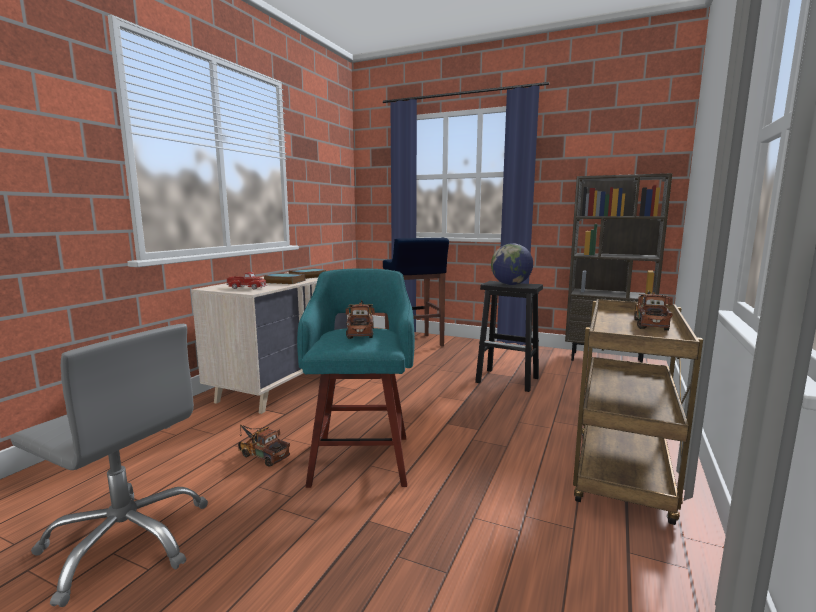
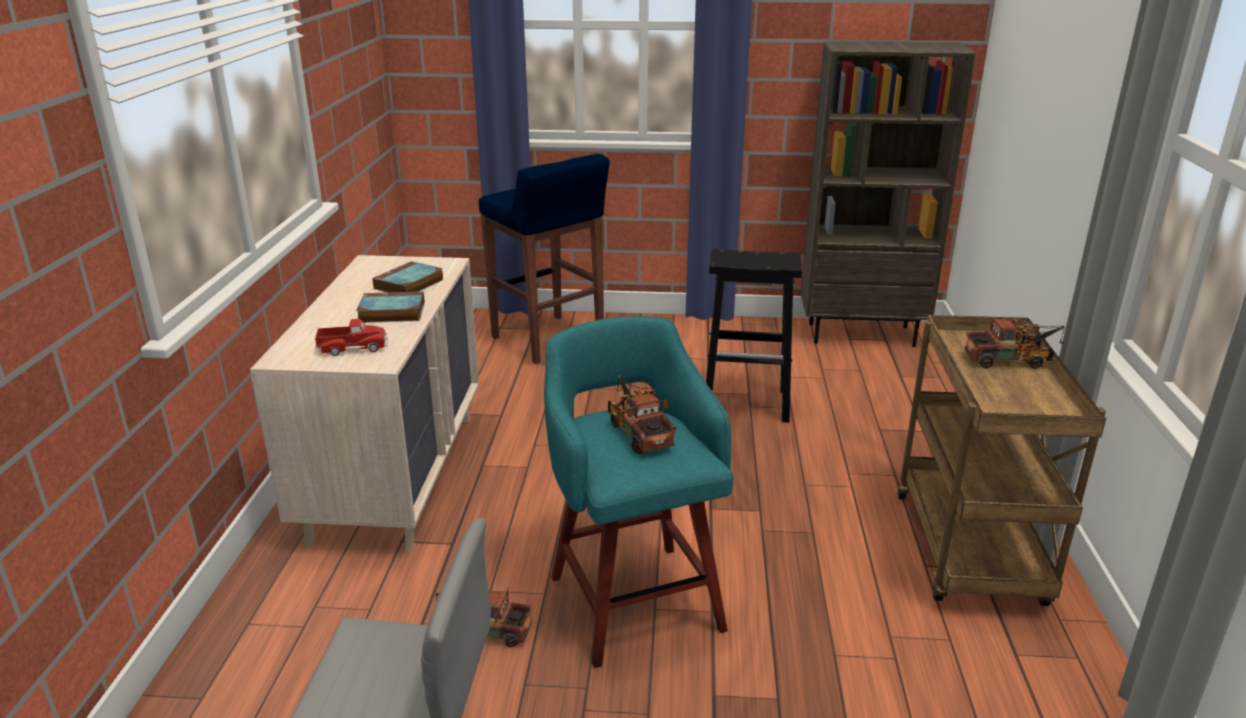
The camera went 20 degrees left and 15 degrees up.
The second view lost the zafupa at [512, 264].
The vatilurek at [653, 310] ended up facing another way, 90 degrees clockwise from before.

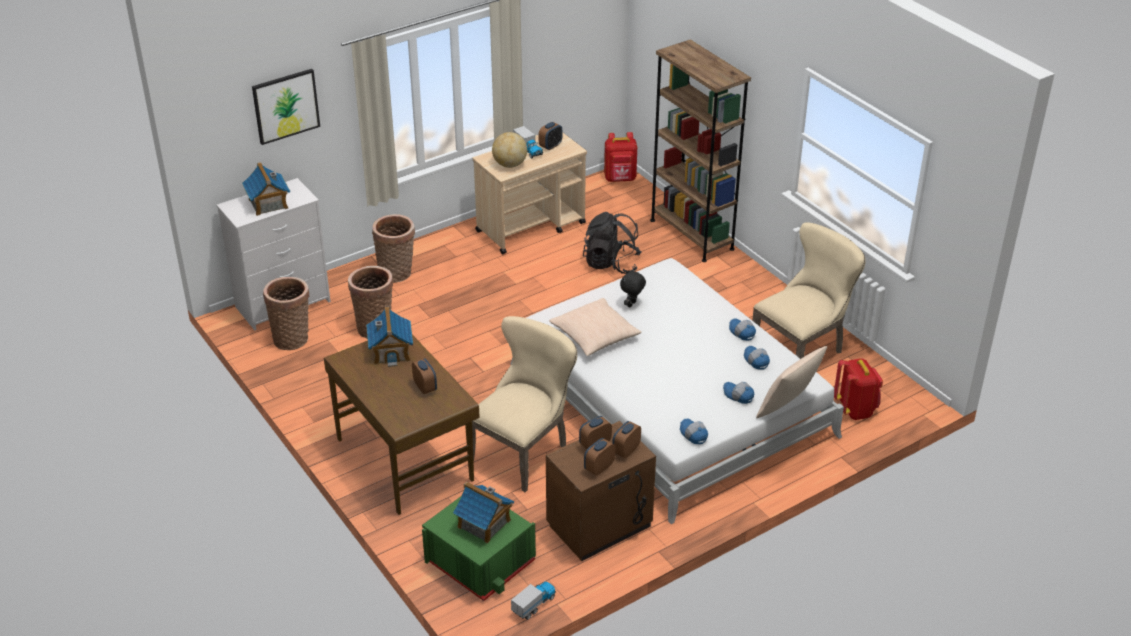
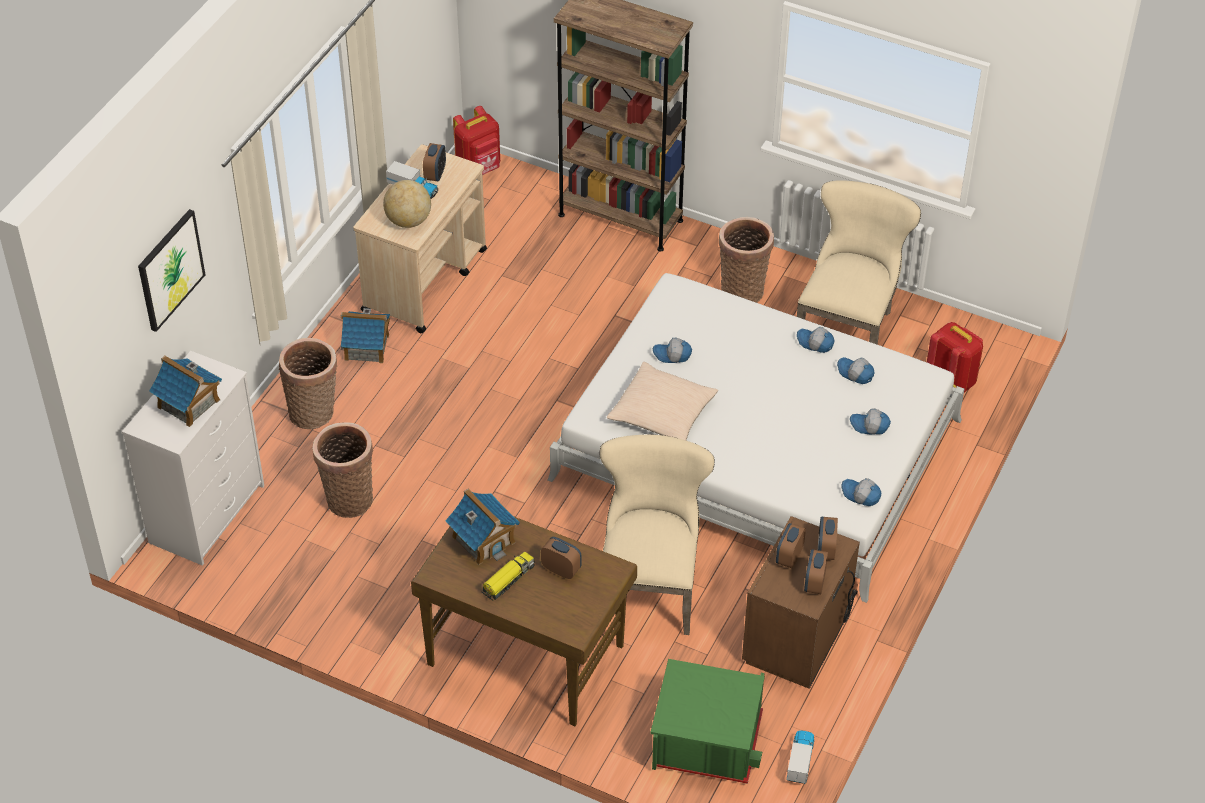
The camera went 30 degrees left and 10 degrees up.
The second view lost the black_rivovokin at [612, 243].
Where the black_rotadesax stood at [633, 288], the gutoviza came to stand at [672, 350].
The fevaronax ended up elsewhere, having gone from [286, 313] to [746, 260].
The second view lost the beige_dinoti at [791, 382].
The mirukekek ended up elsewhere, having gone from [483, 512] to [365, 335].
The second view gained the vatilurek at [508, 576].

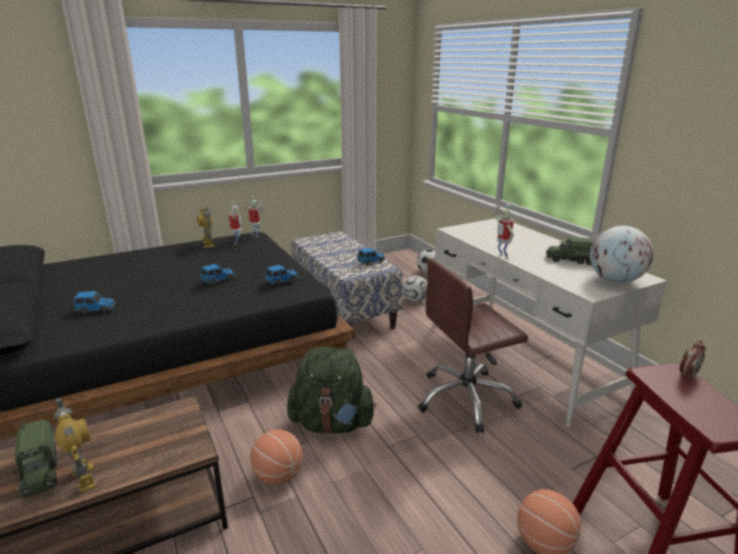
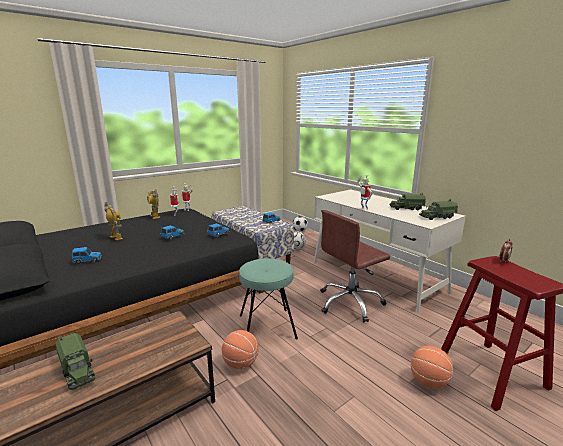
The camera went 10 degrees left and 5 degrees down.
Where the zafupa stood at [621, 254], the vatilurek came to stand at [438, 209].
Where the green_rivovokin stood at [331, 390], the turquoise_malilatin came to stand at [268, 298].
The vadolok ended up elsewhere, having gone from [75, 445] to [114, 221].

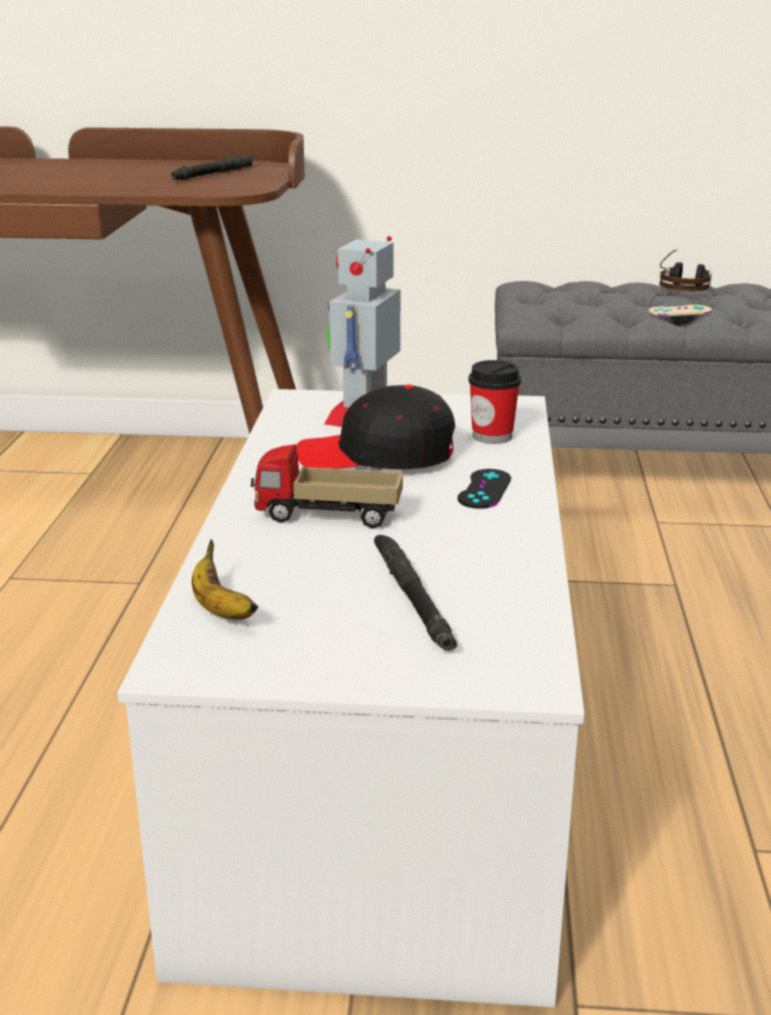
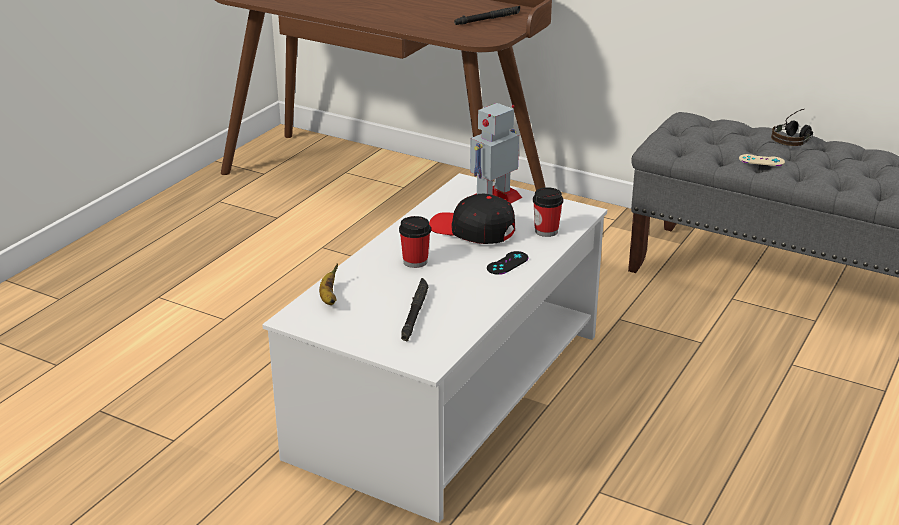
The camera went 25 degrees right and 5 degrees up.
Where the vatilurek stood at [327, 486], the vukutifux came to stand at [415, 242].

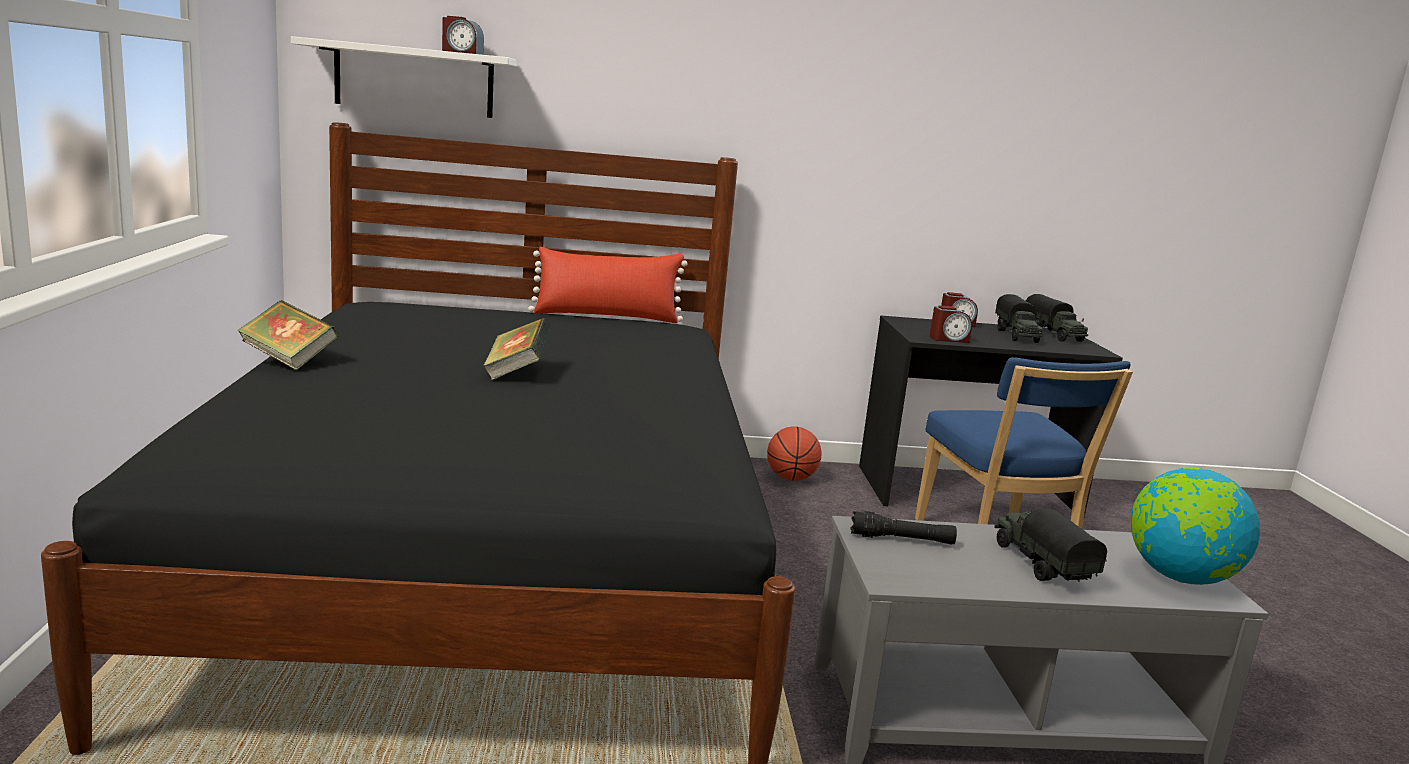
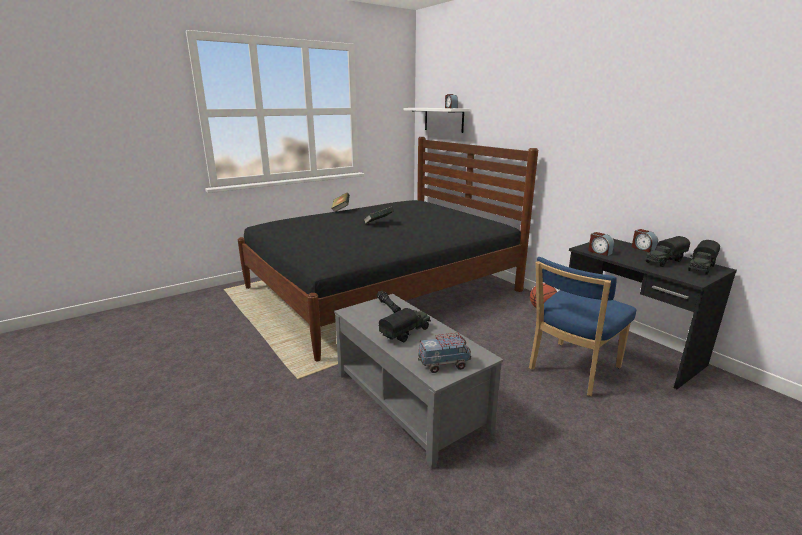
The camera went 60 degrees right and 5 degrees up.
The second view lost the red_dinoti at [608, 285].
Where the zafupa stood at [1195, 526], the vatilurek came to stand at [444, 353].

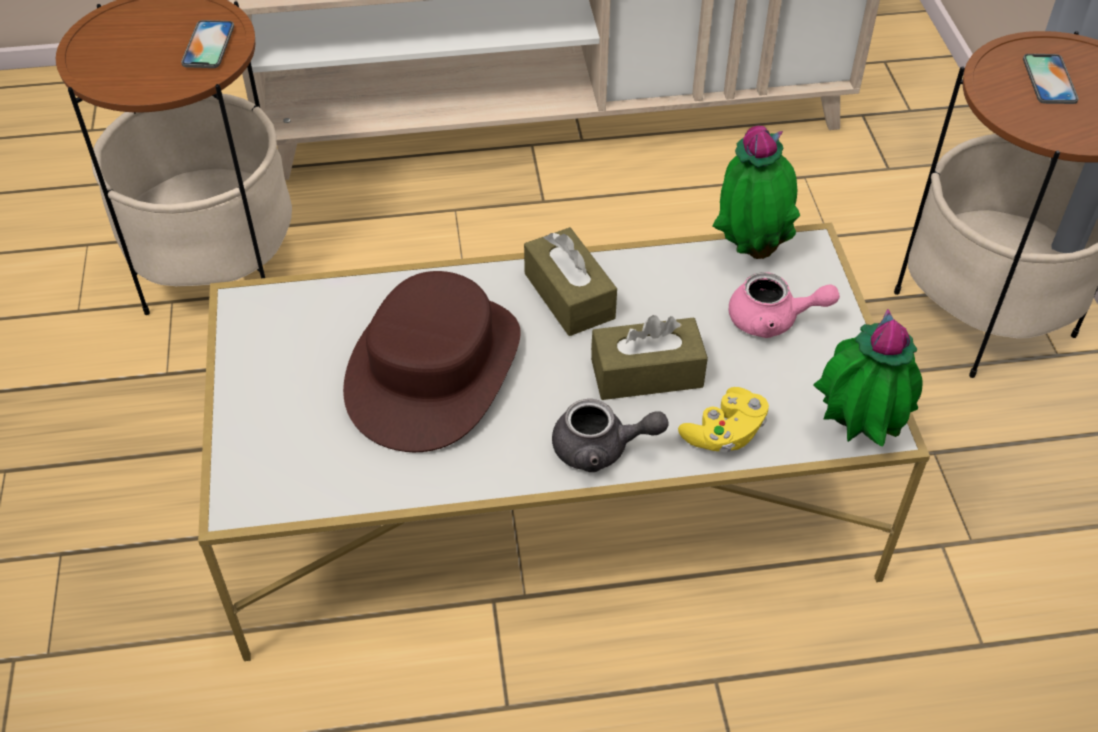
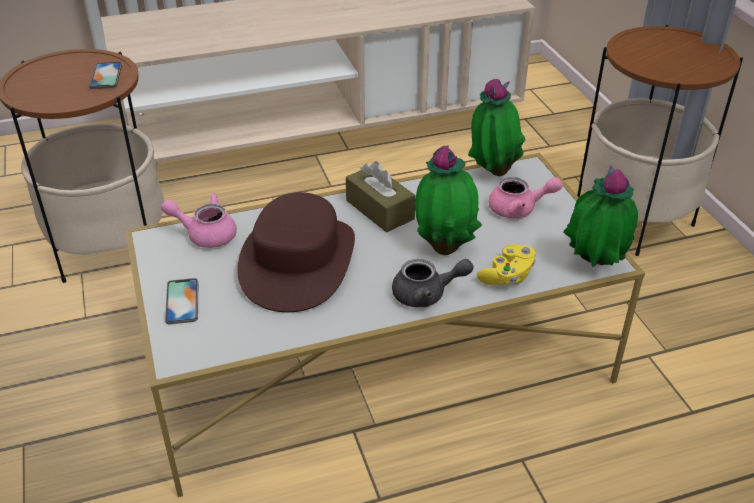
The camera went 10 degrees left and 10 degrees down.
The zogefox ended up elsewhere, having gone from [1051, 79] to [181, 301].
Where the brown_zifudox stood at [649, 357], the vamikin came to stand at [448, 200].
The second view gained the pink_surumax at [199, 220].

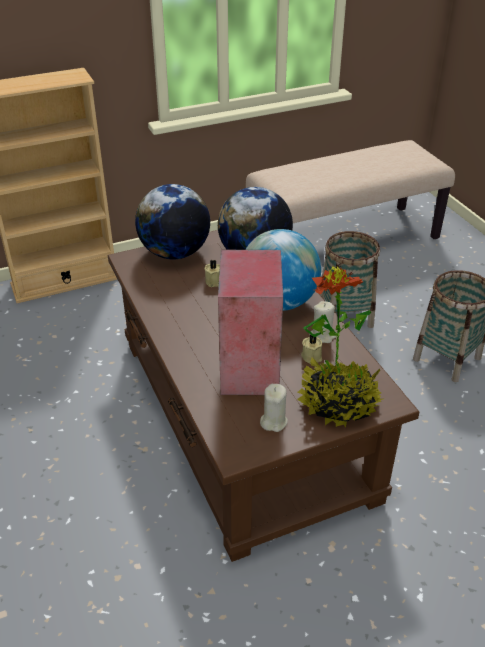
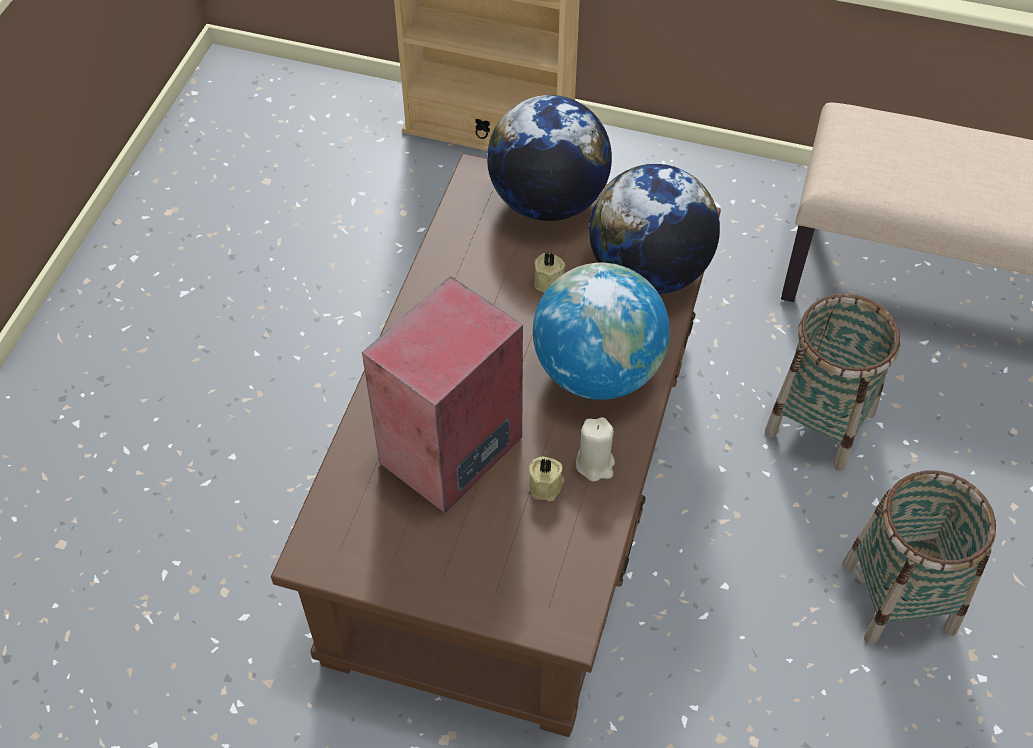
The camera went 40 degrees right and 15 degrees up.
The second view lost the vamikin at [340, 347].
The second view lost the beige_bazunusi at [274, 408].

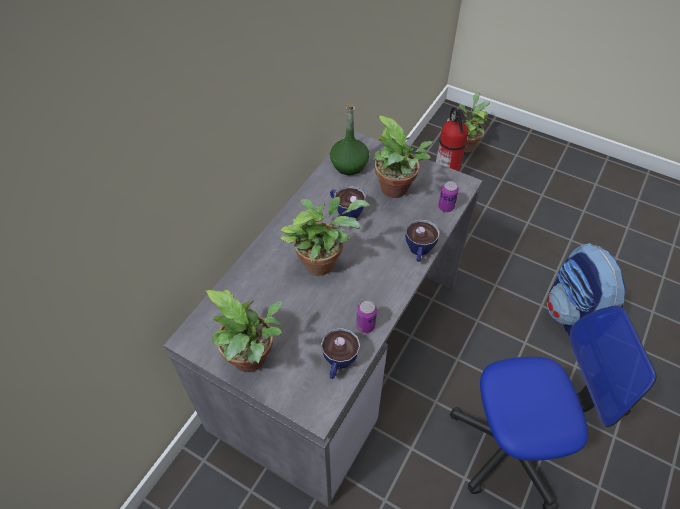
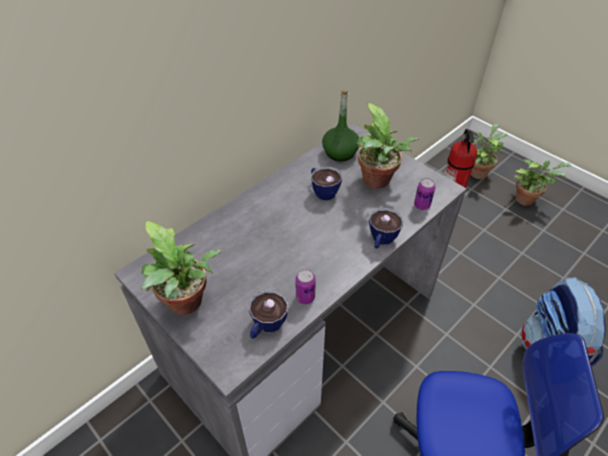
The camera went 15 degrees right and 5 degrees down.
The vamikin ended up elsewhere, having gone from [325, 236] to [542, 182].

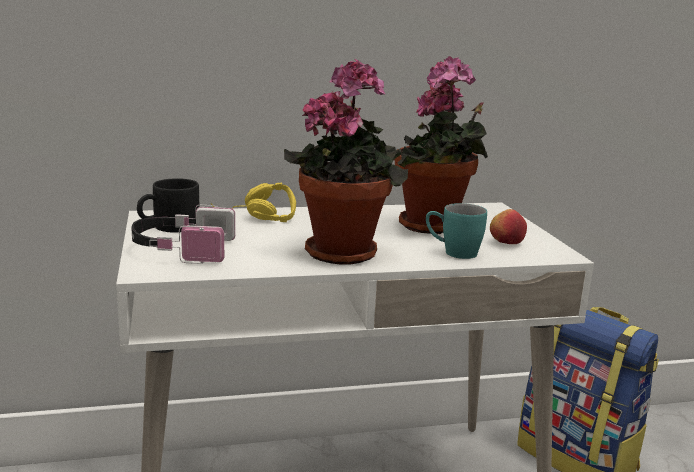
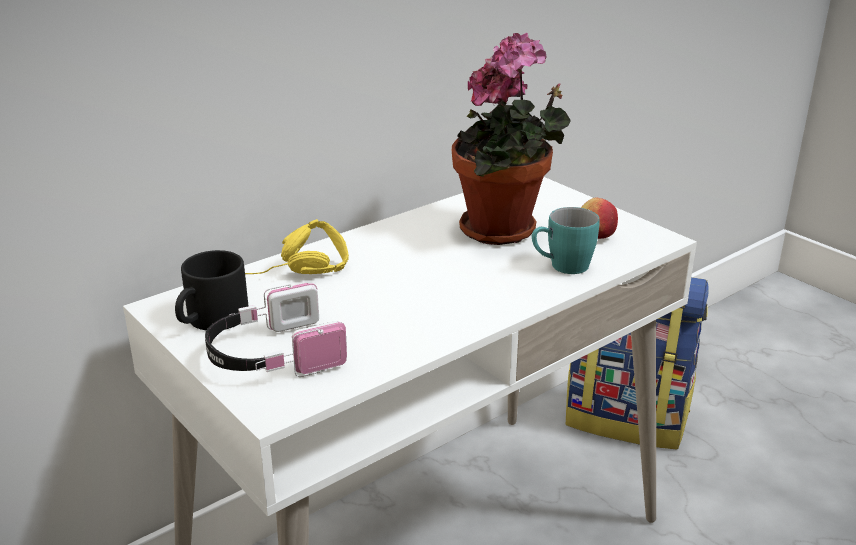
The camera went 25 degrees left and 10 degrees up.
The second view lost the vamikin at [346, 162].

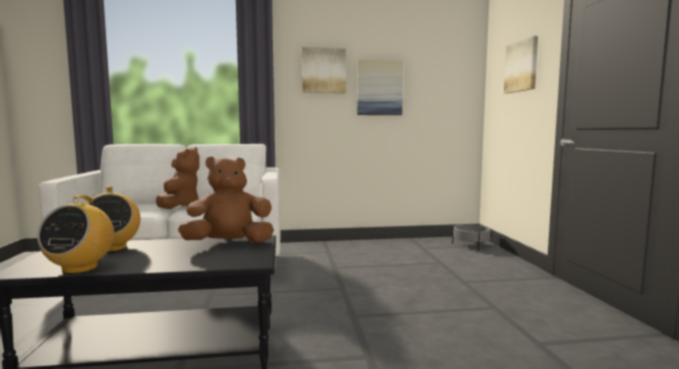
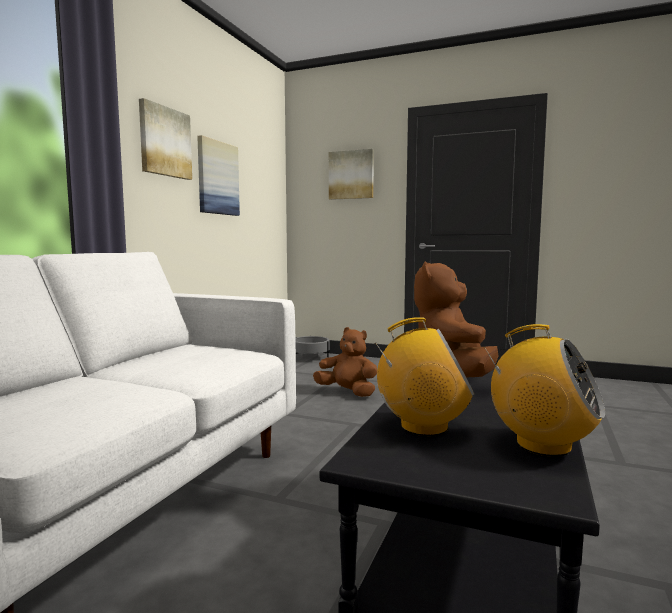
The camera went 60 degrees left and 0 degrees up.
The brown_rotadesax ended up elsewhere, having gone from [177, 178] to [345, 362].

